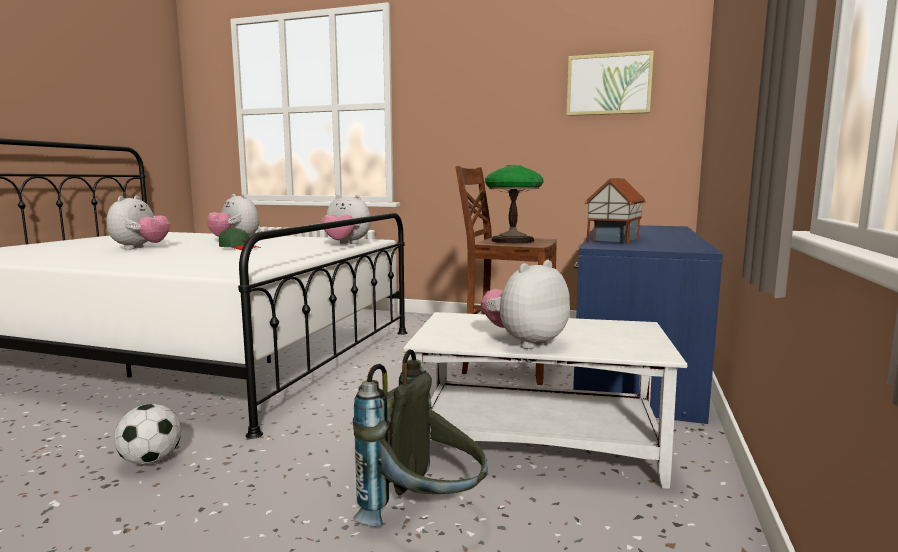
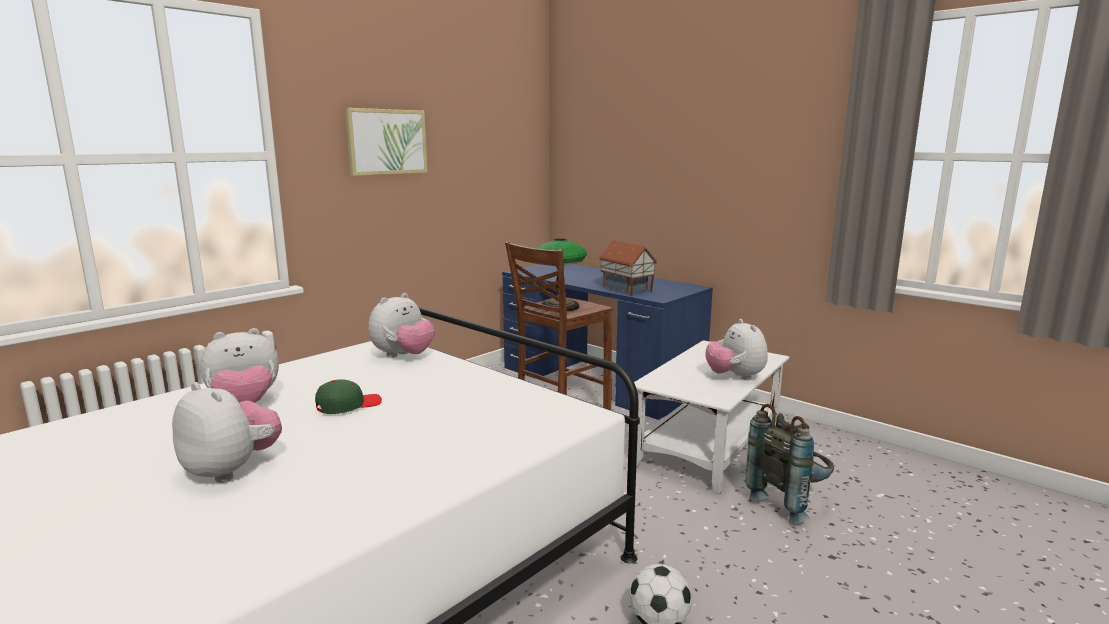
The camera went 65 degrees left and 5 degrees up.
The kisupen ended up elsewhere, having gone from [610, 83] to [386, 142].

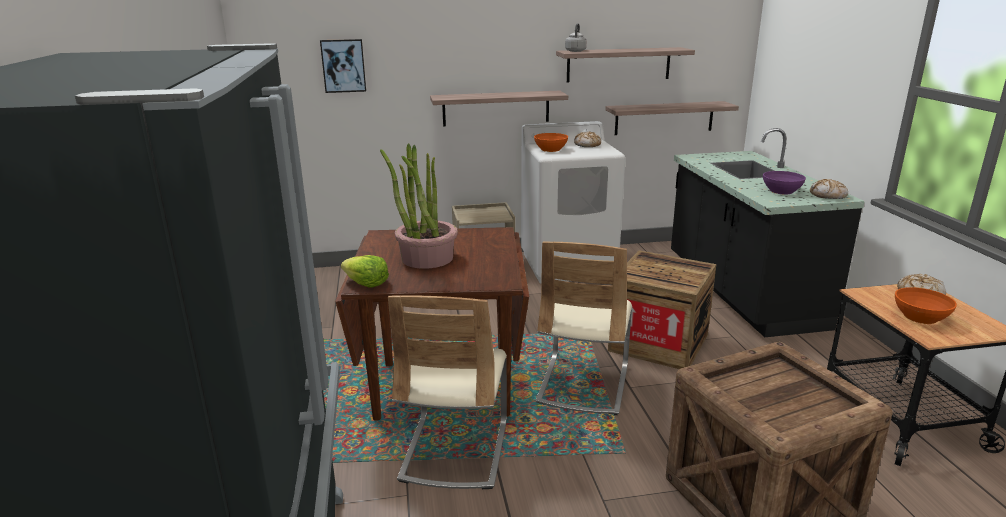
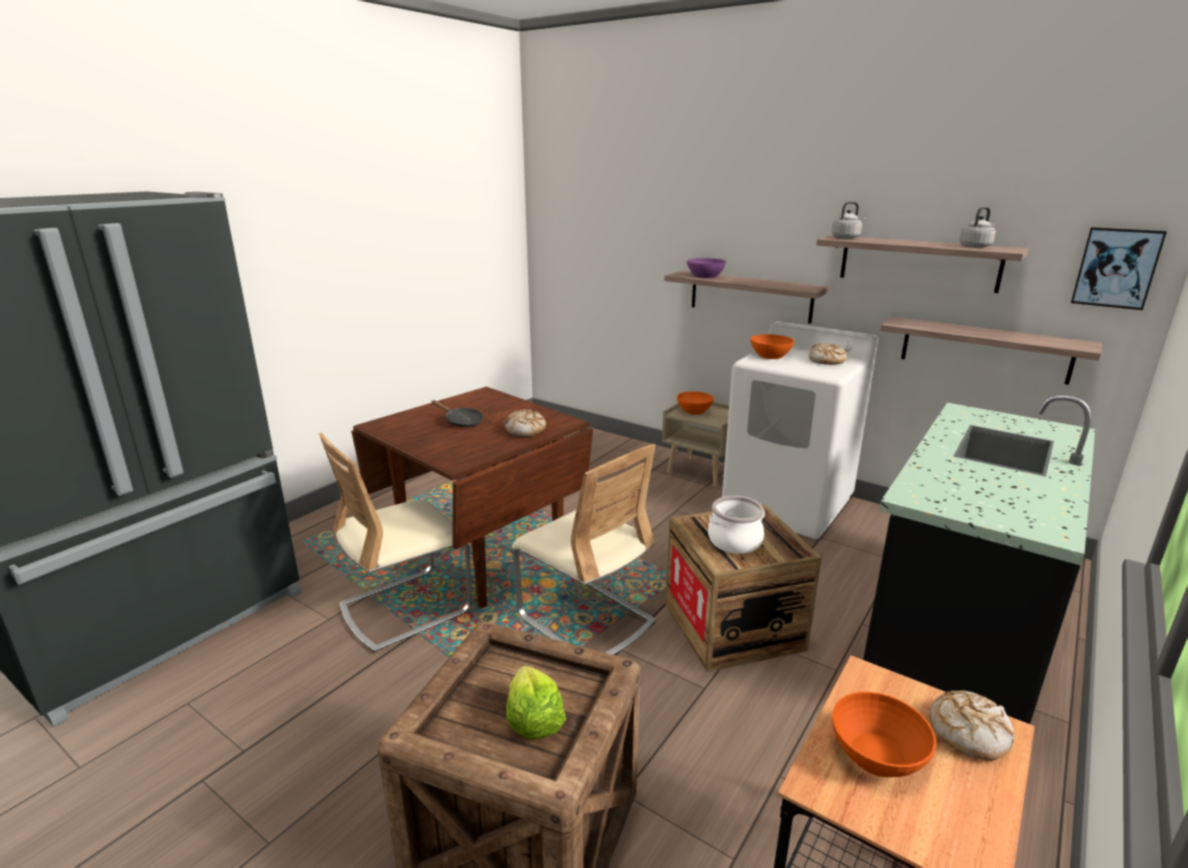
The camera went 45 degrees right and 0 degrees up.
The kisupen ended up elsewhere, having gone from [343, 66] to [1119, 268].
Where the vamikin stood at [419, 206], the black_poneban came to stand at [457, 414].
The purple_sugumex ended up elsewhere, having gone from [784, 182] to [706, 268].
The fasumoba ended up elsewhere, having gone from [829, 189] to [525, 423].
The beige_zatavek at [584, 328] ended up facing another way, 105 degrees counterclockwise from before.
The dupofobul ended up elsewhere, having gone from [365, 271] to [536, 703].
The second view gained the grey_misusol at [977, 227].
The second view gained the orange_sugumex at [695, 403].
The second view gained the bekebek at [736, 525].

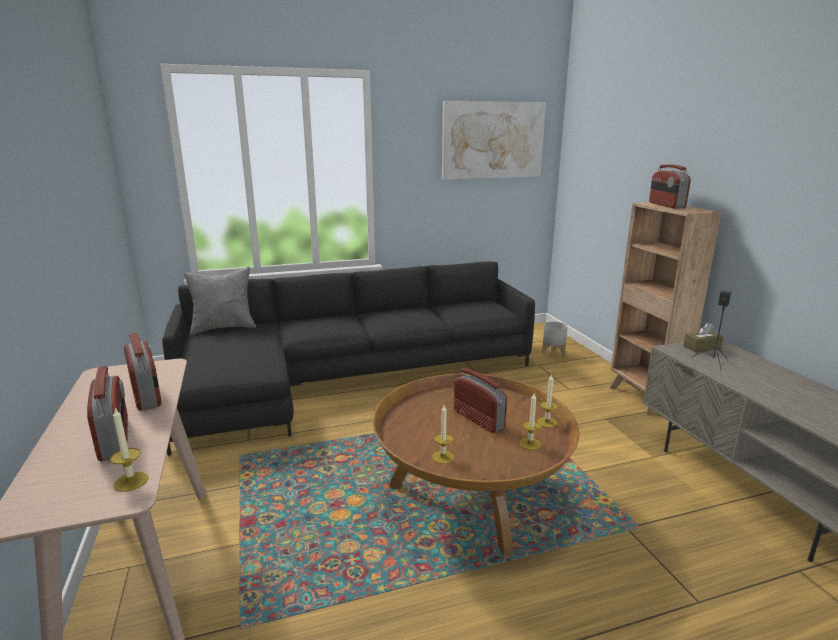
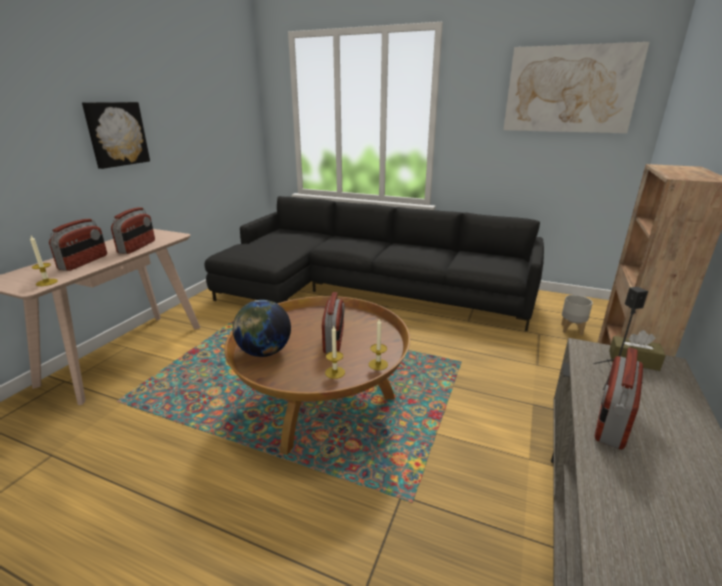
The camera went 40 degrees right and 5 degrees up.
The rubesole ended up elsewhere, having gone from [670, 186] to [619, 398].
The second view lost the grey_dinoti at [220, 301].
Where the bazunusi stood at [443, 434], the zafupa came to stand at [262, 328].
The second view gained the kisupen at [116, 135].

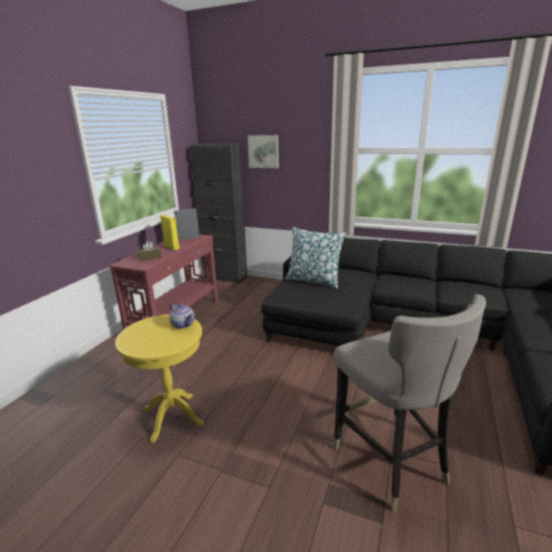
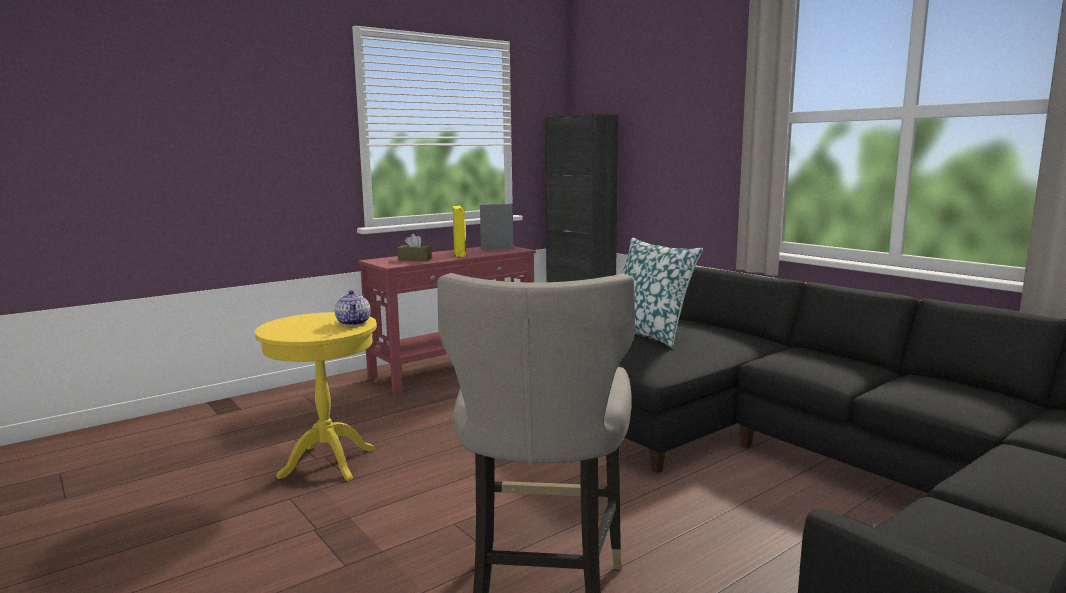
The camera went 30 degrees right and 10 degrees down.
The second view lost the kisupen at [263, 151].

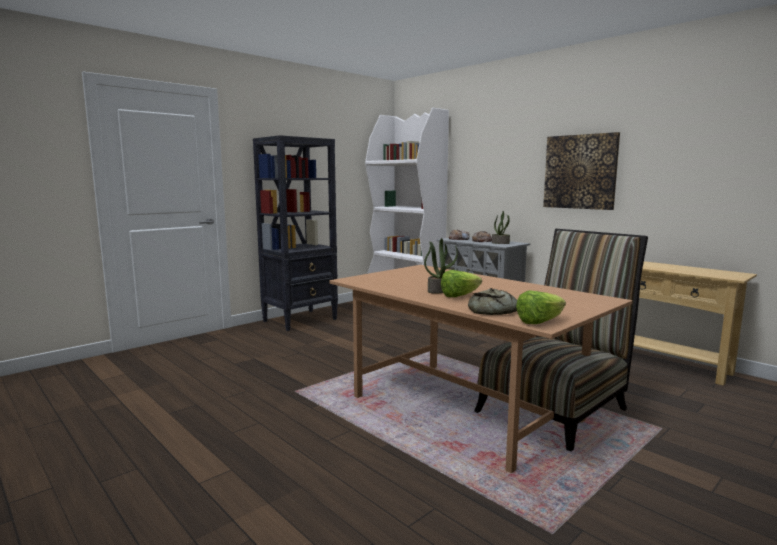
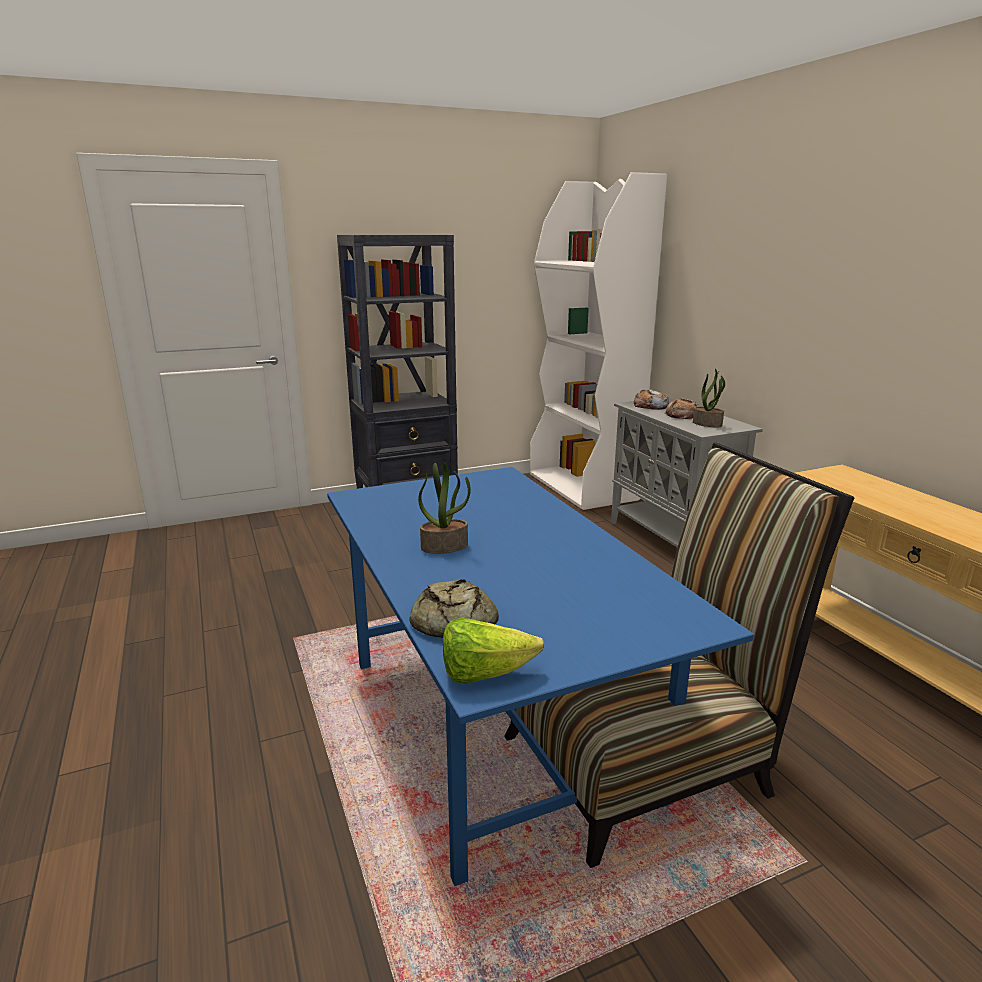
The camera went 20 degrees right and 10 degrees up.
The second view lost the kisupen at [581, 171].
What was the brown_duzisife at [480, 369] turned into the blue_duzisife at [540, 676].
The second view lost the dupofobul at [461, 283].

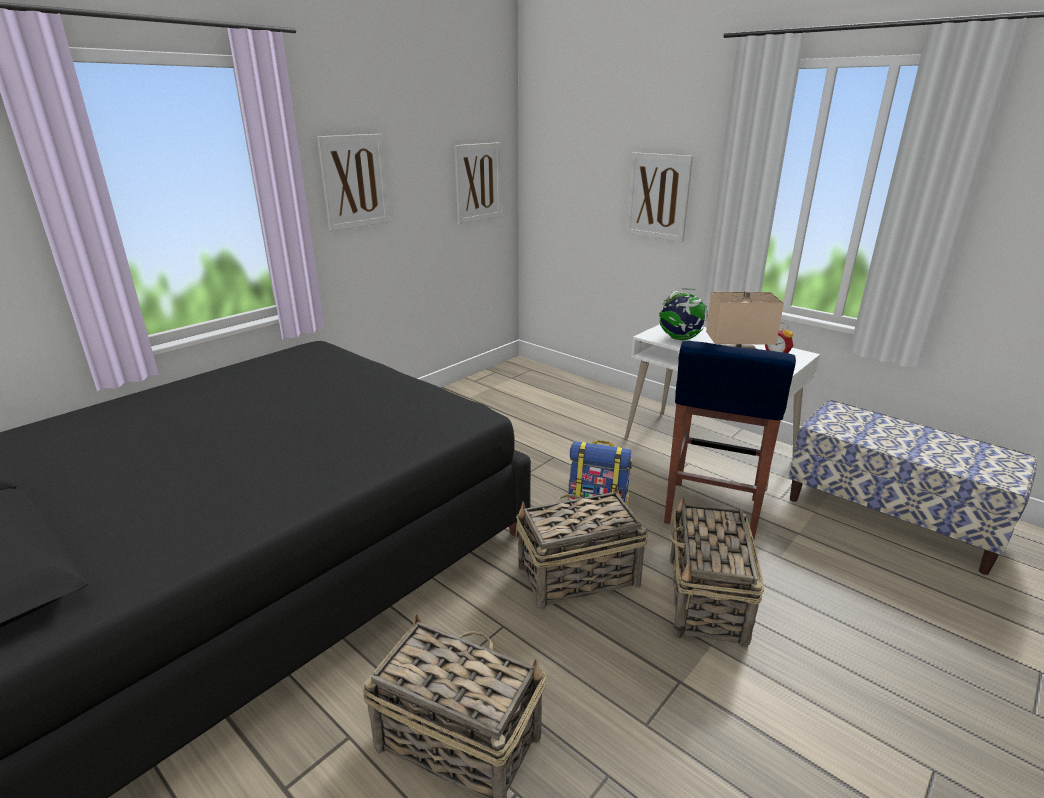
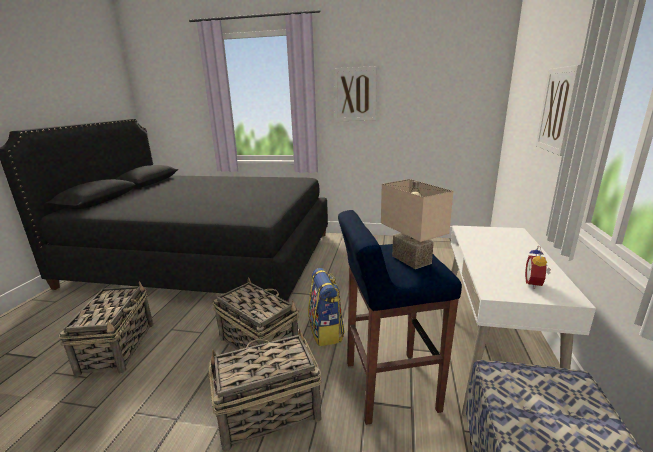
The camera went 60 degrees right and 5 degrees down.
The second view lost the kisupen at [477, 183].
The second view lost the zafupa at [683, 314].

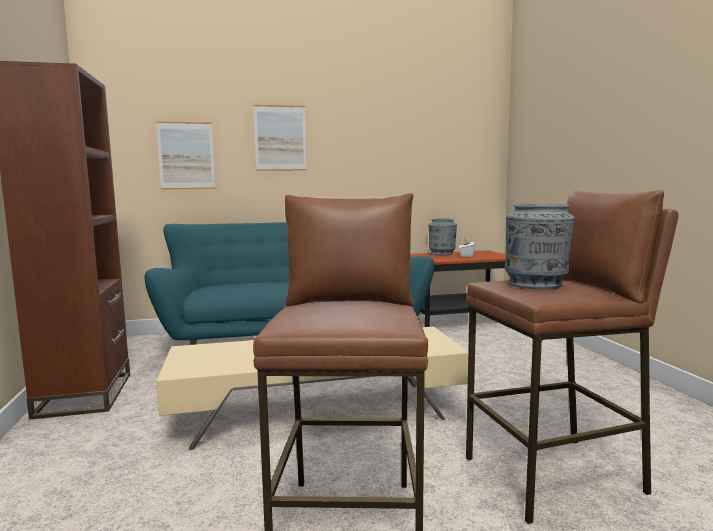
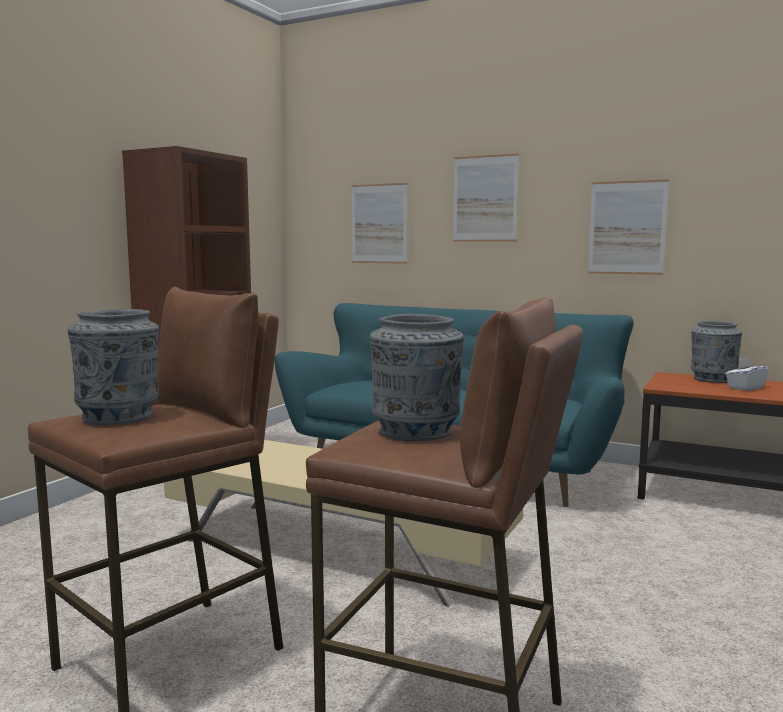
The camera went 40 degrees right and 0 degrees up.
The second view gained the kisupen at [628, 227].
The second view gained the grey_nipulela at [113, 367].

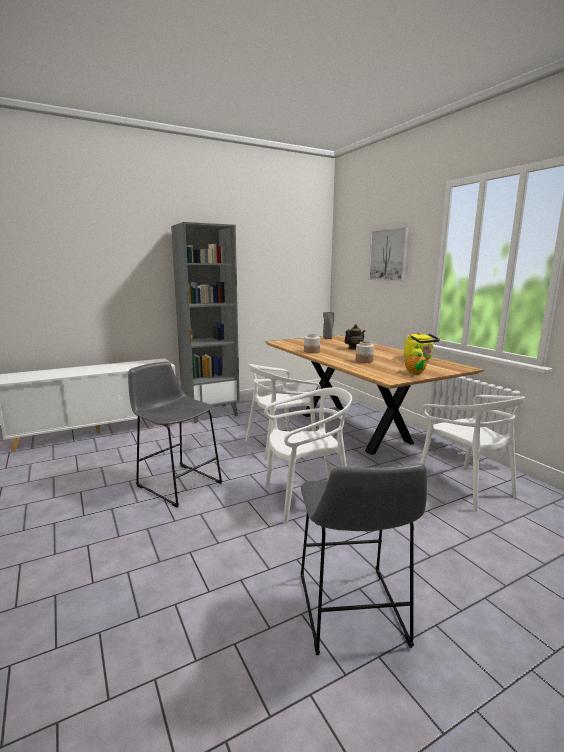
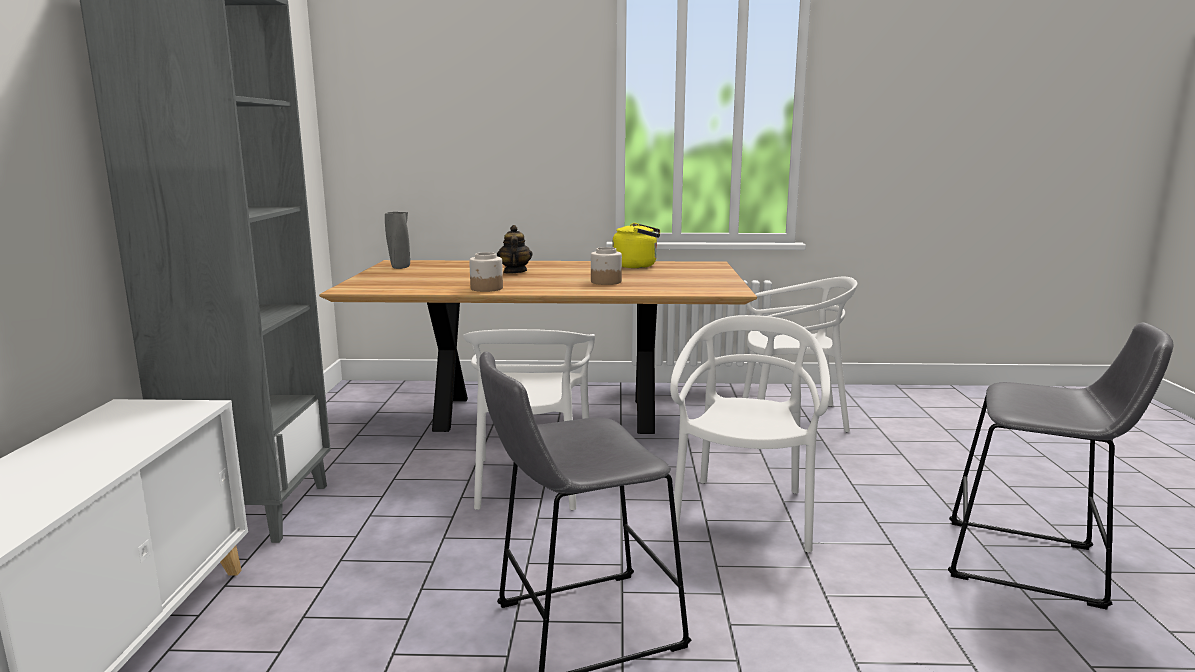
The camera went 60 degrees left and 0 degrees up.
The second view lost the kisupen at [388, 254].
The second view lost the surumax at [416, 359].

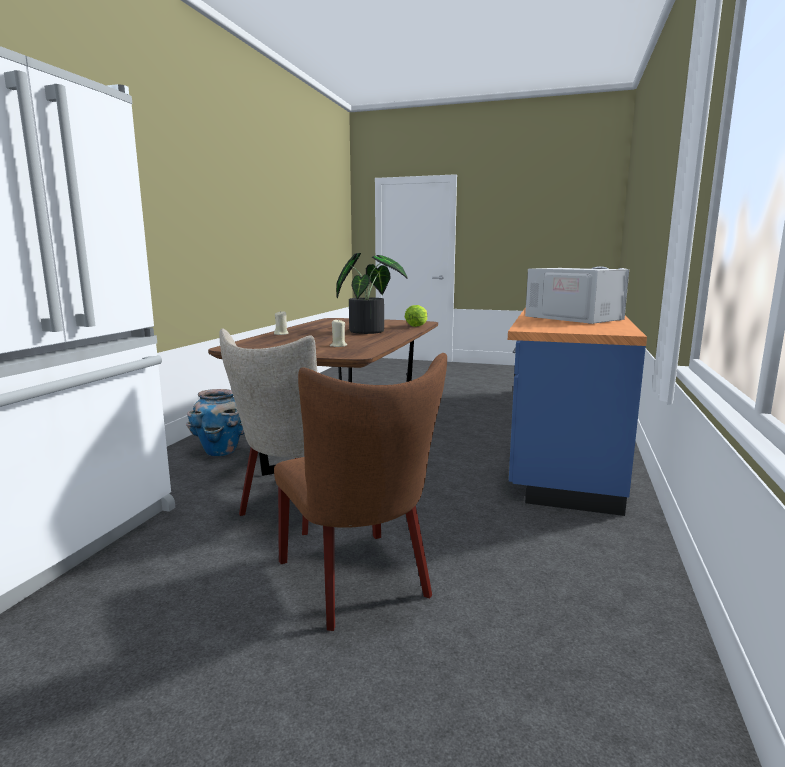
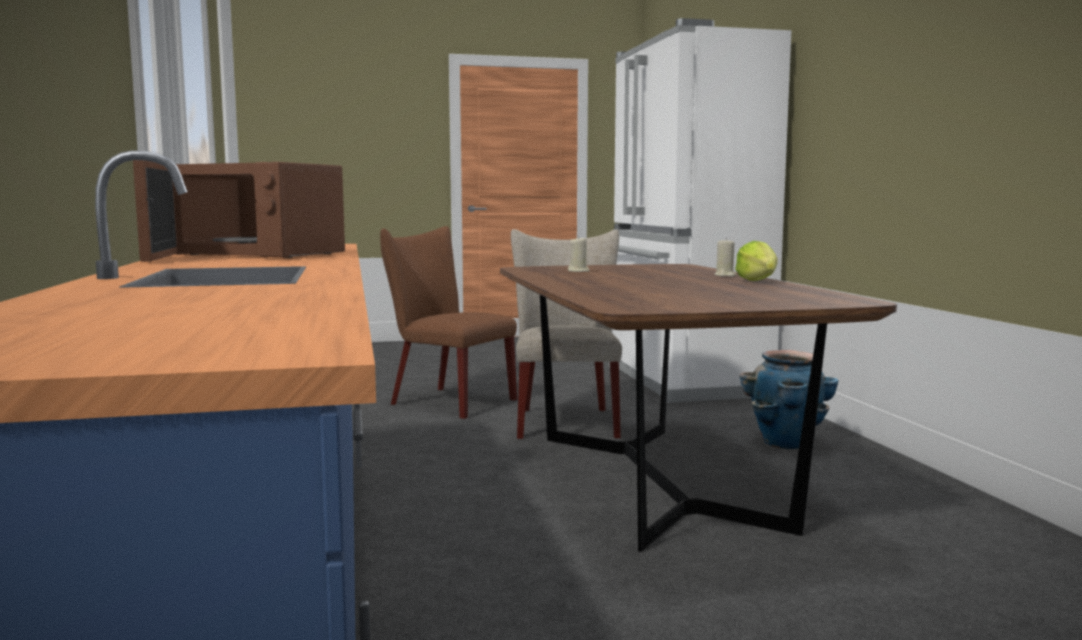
The camera went 150 degrees right and 5 degrees down.
The second view lost the vamikin at [372, 293].
What was the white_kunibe at [577, 296] turned into the brown_kunibe at [239, 211].
The dupofobul ended up elsewhere, having gone from [416, 316] to [756, 261].

